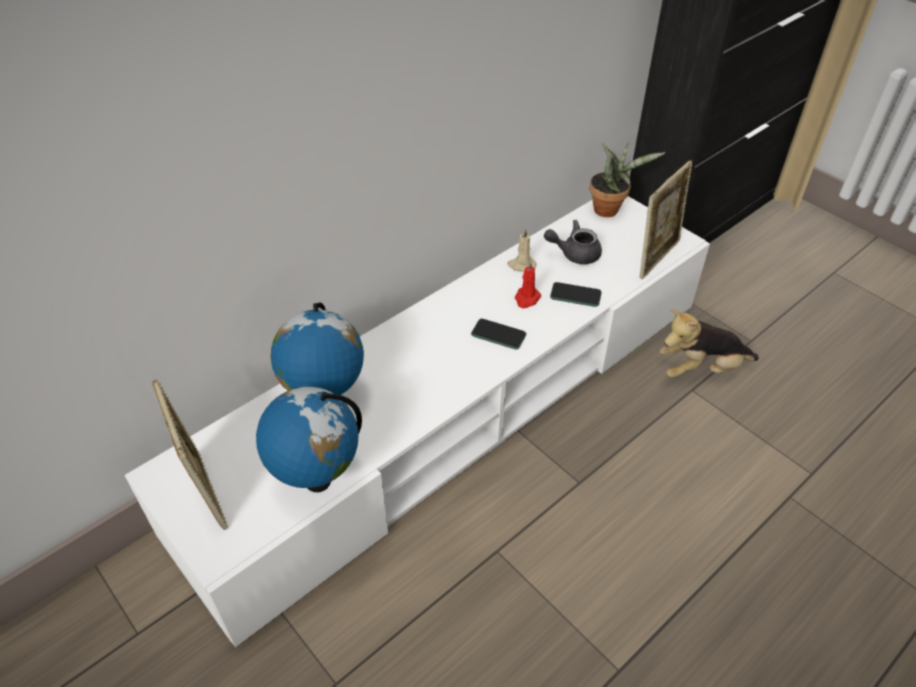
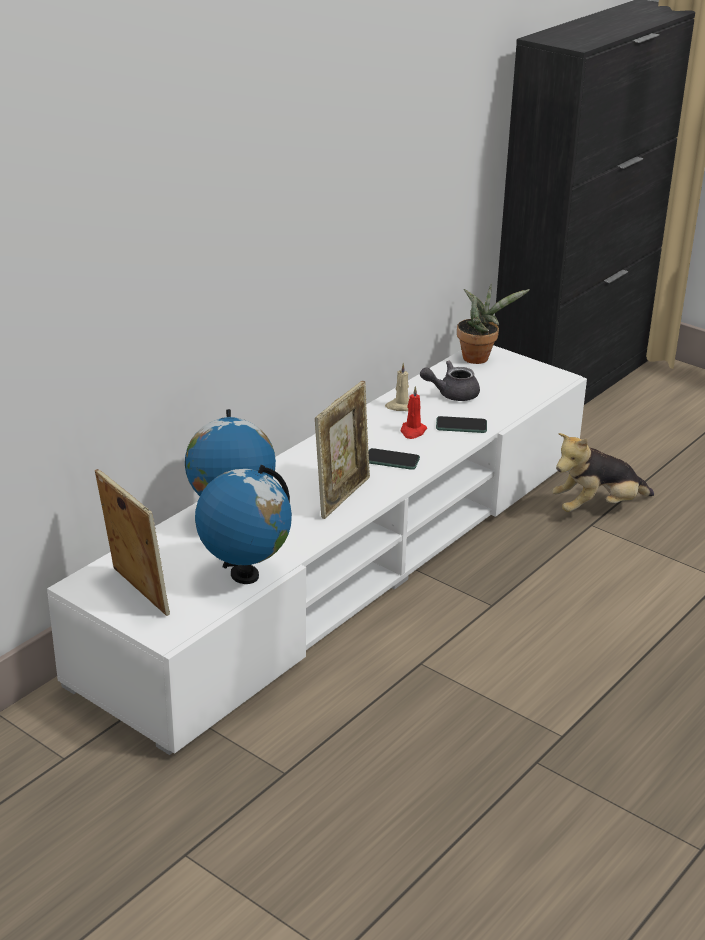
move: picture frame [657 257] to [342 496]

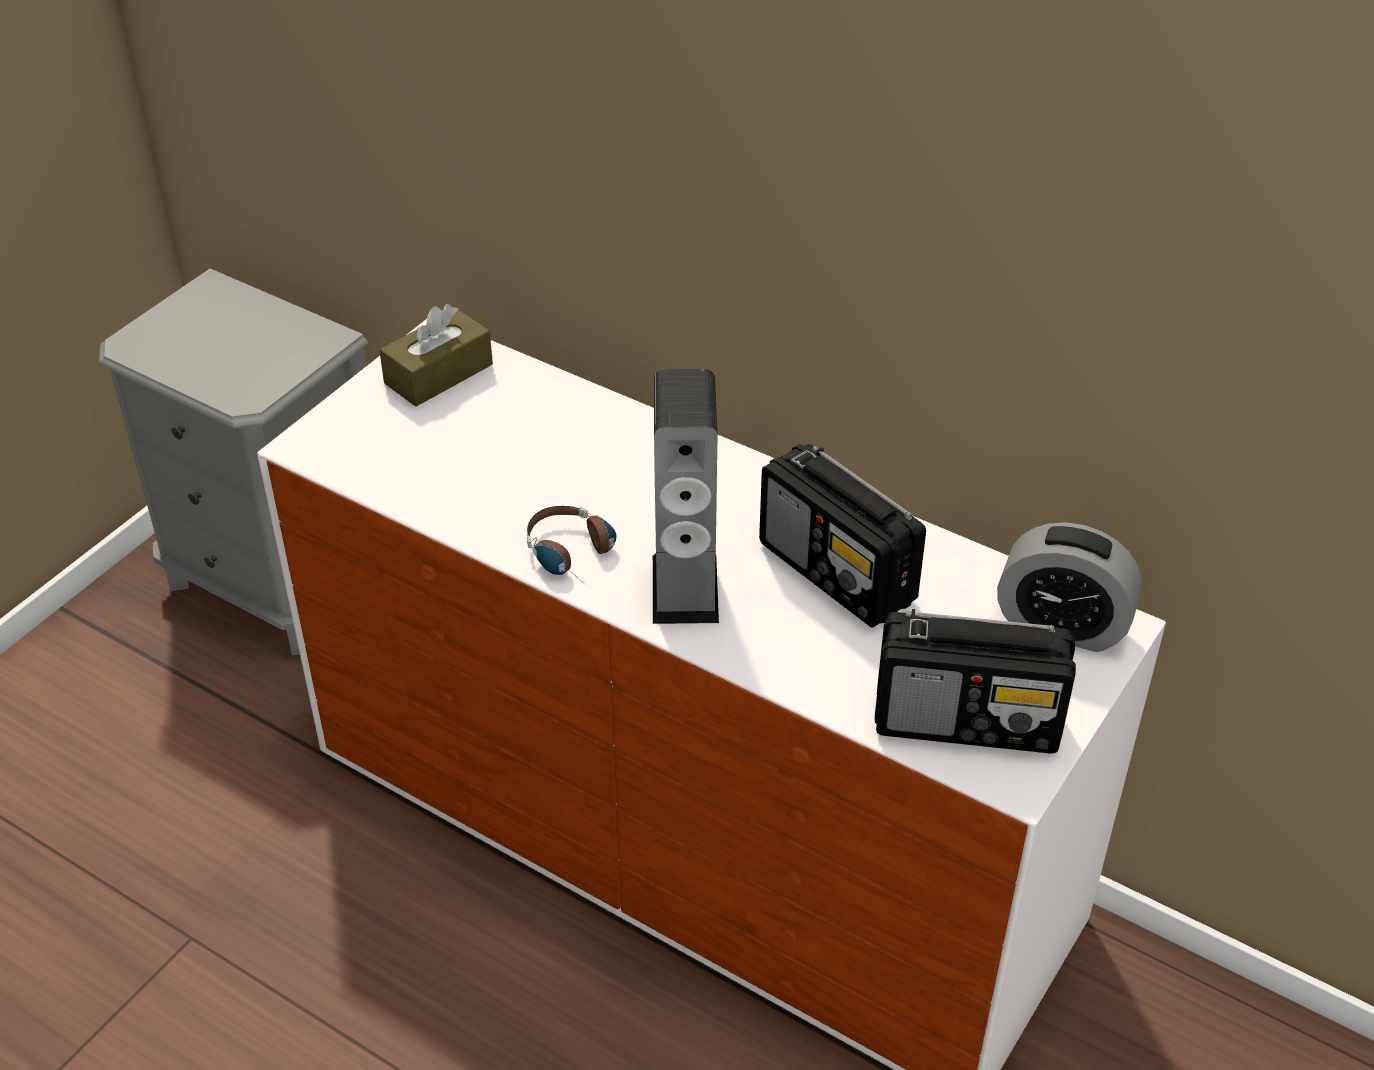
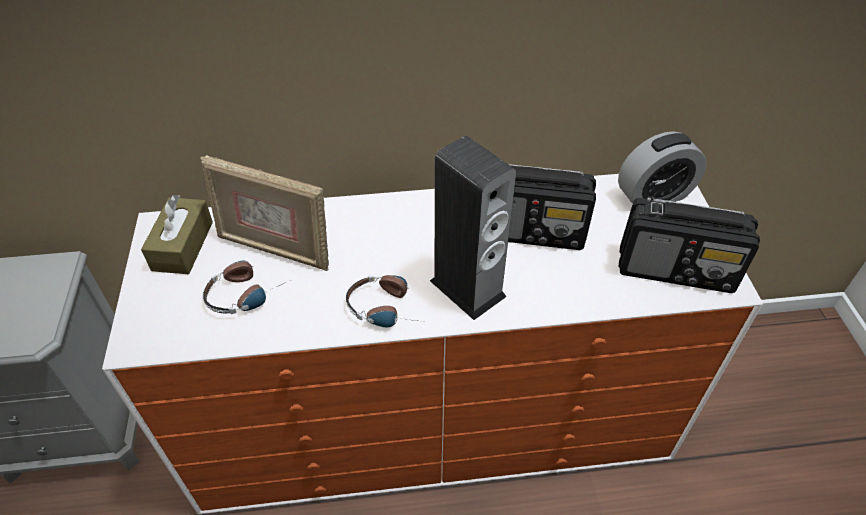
insert: picture frame [275 249]; headphones [247 292]
rotate: radio [969 722] = [676 270] 45 degrees clockwise

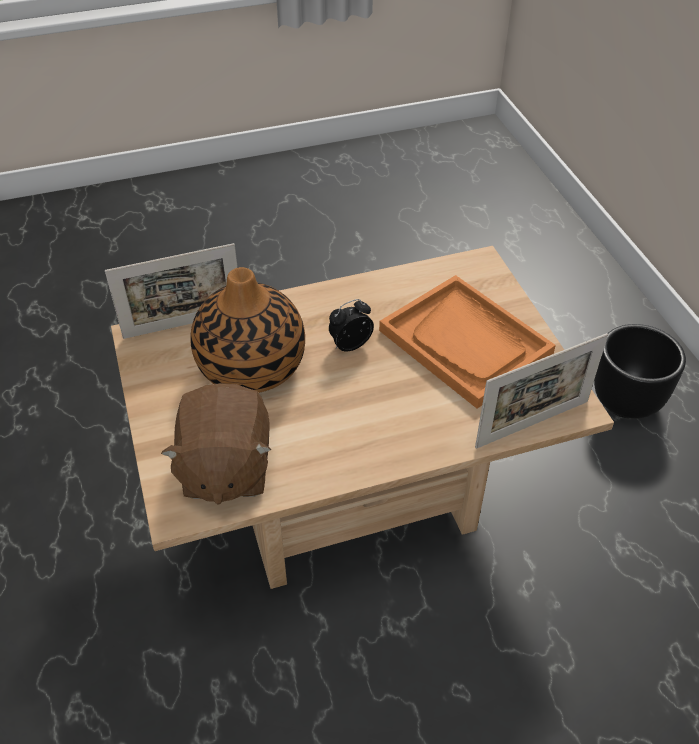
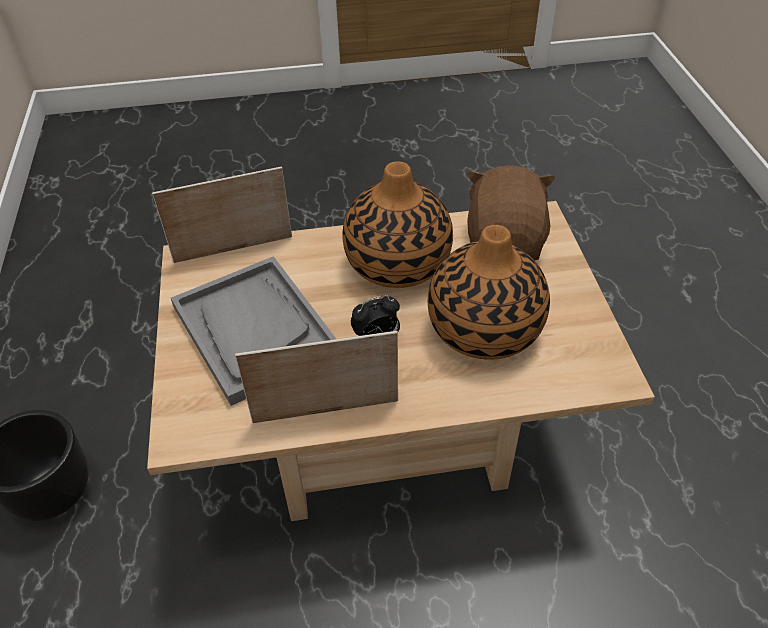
insert: vase [397 263]
move: picture frame [183 324] to [326 411]
recolor: orange tray [465 342] to grey tray [254 330]

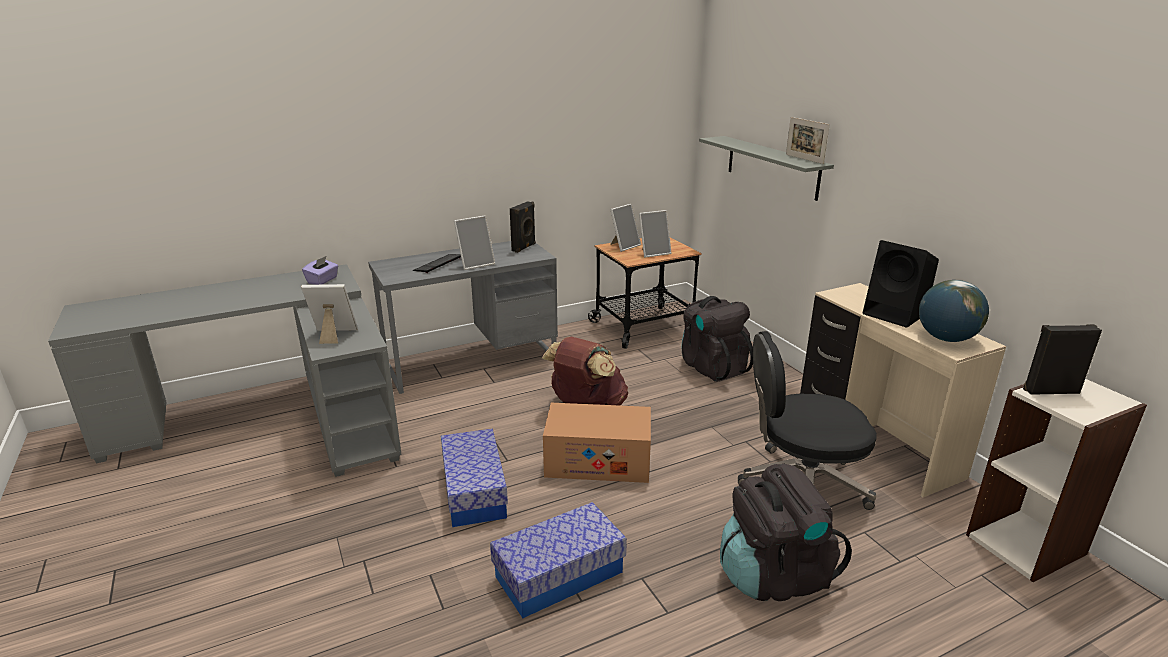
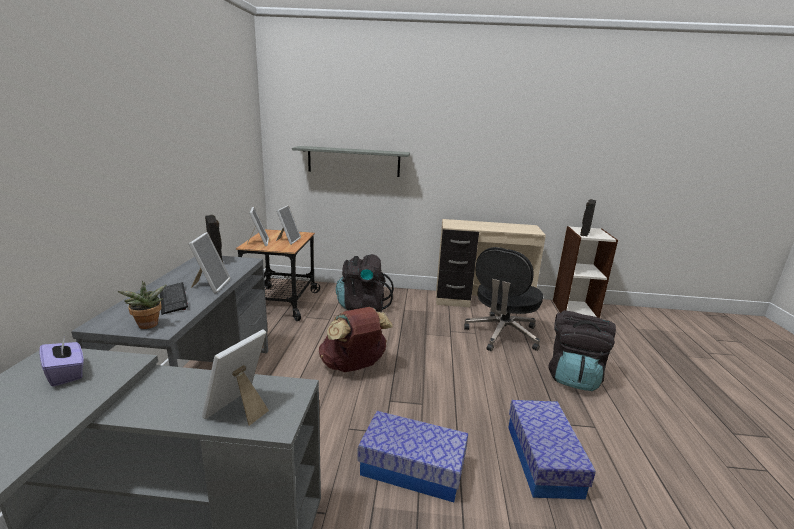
delete: cardboard box [598 461]; picture frame [804 159]; black speaker [896 314]; globe [946 339]
insert: potted plant [148 326]

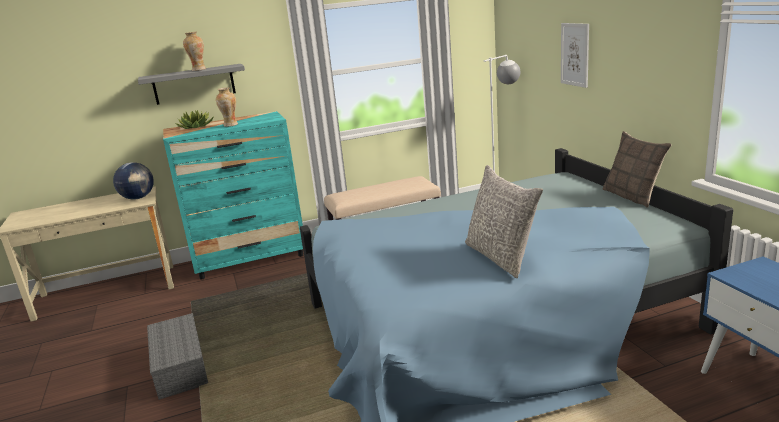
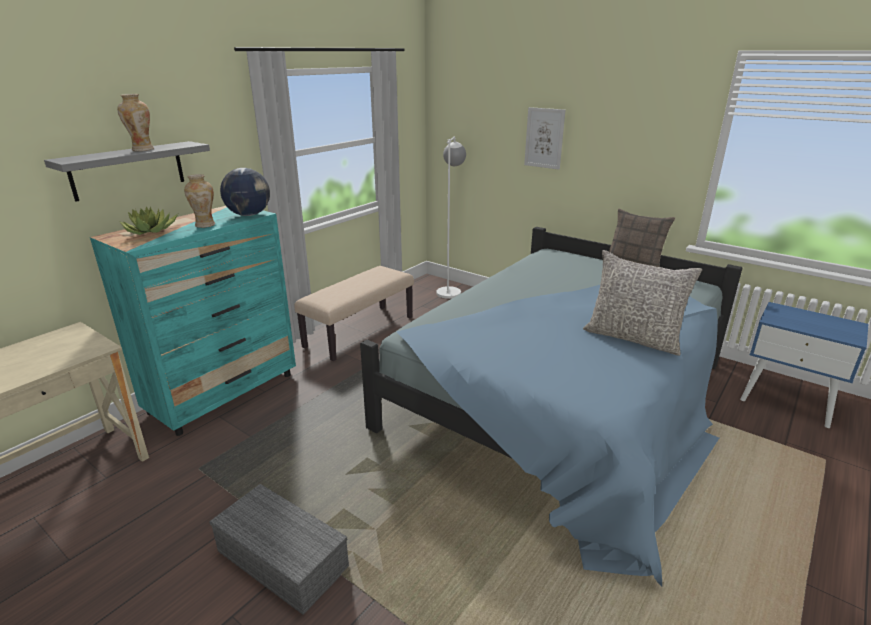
move: globe [138 198] to [249 215]

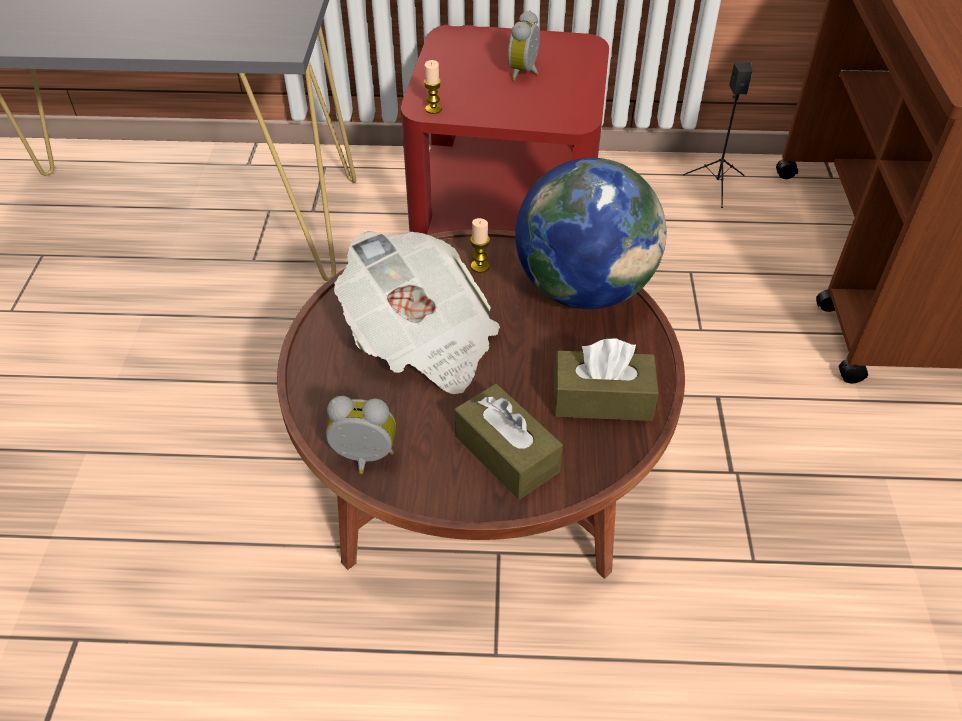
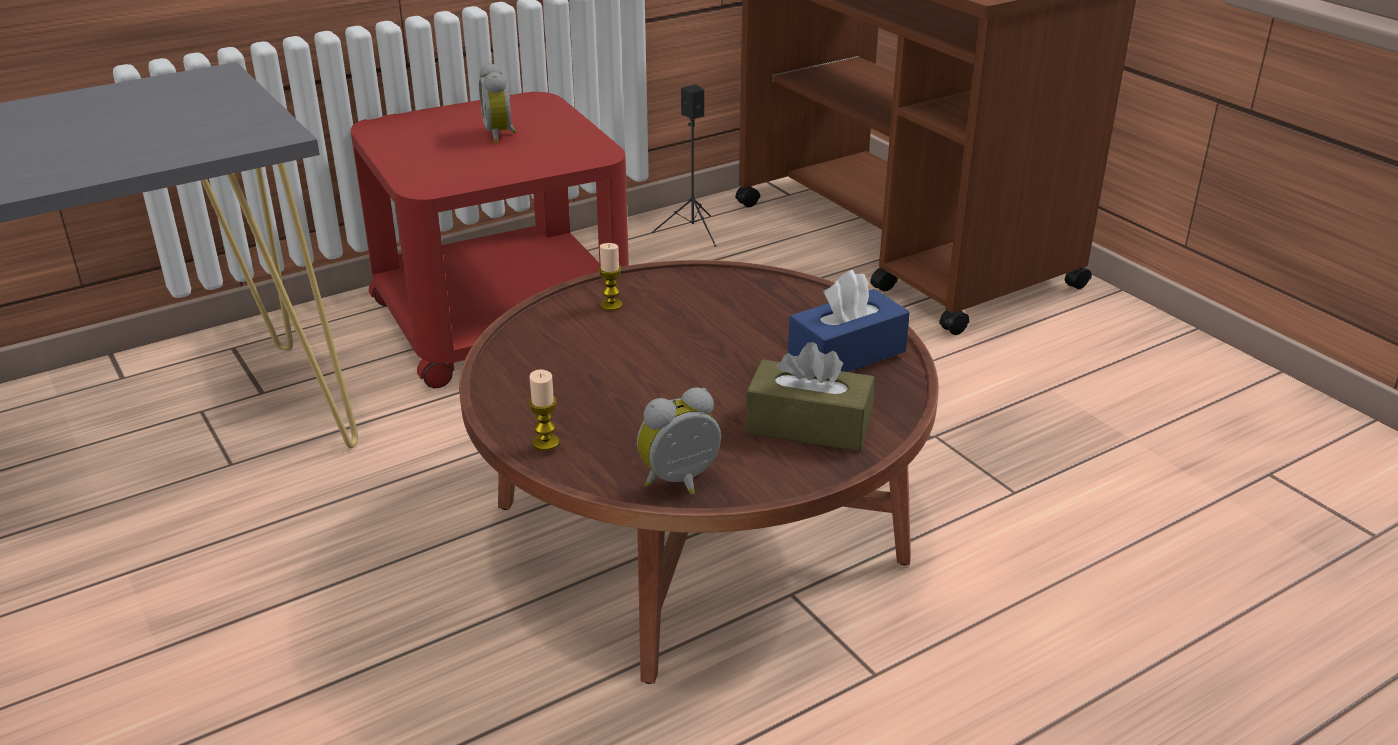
delete: newspaper [422 341]; globe [583 289]
move: candle [433 109] to [546 443]
recolor: brown tissue box [602 399] to blue tissue box [846 354]

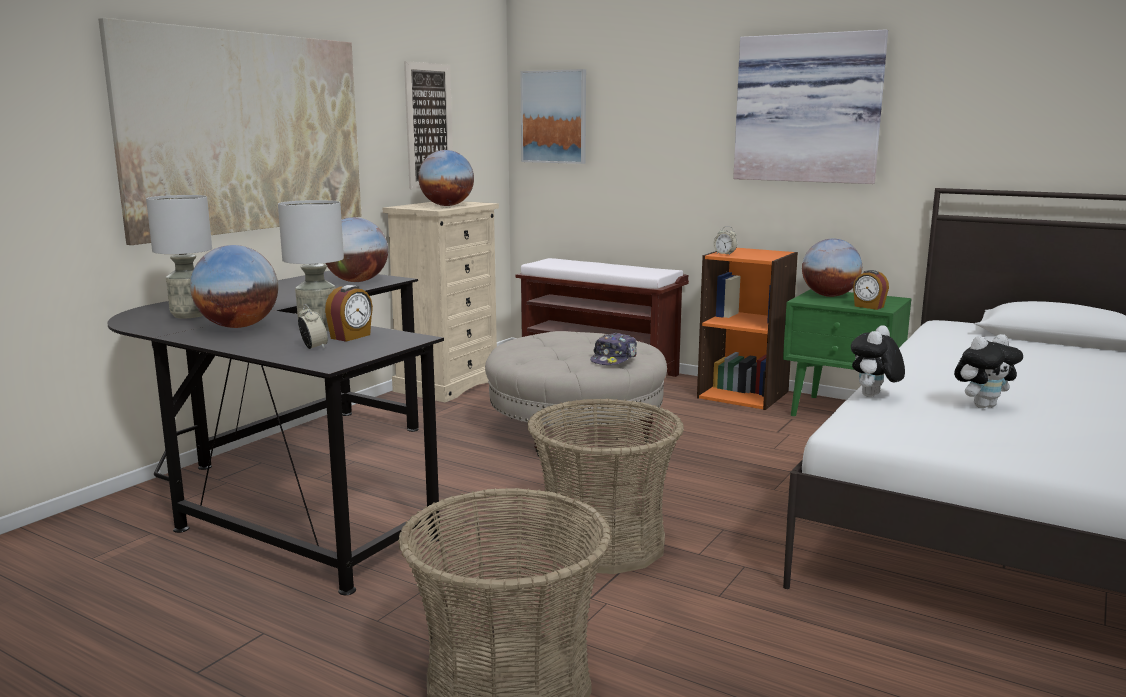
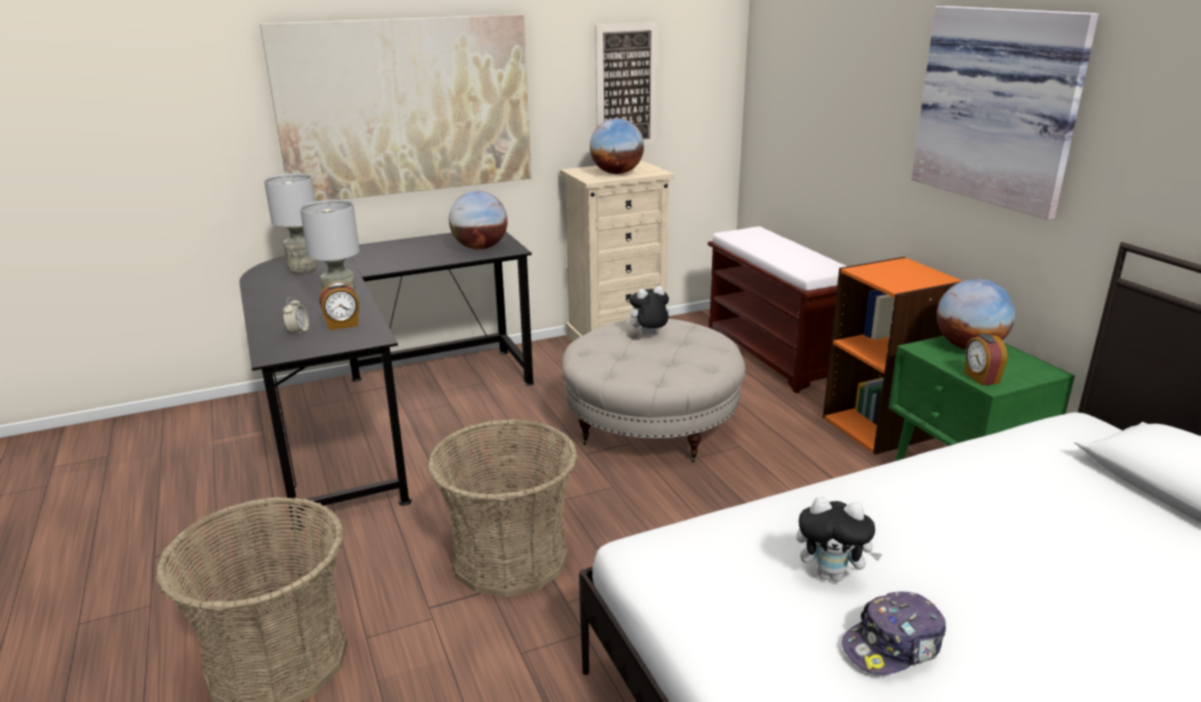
delete: globe [238 326]; picture [554 117]; alarm clock [724 254]
move: cap [614 359] to [893 646]; plush toy [873 396] to [648 335]

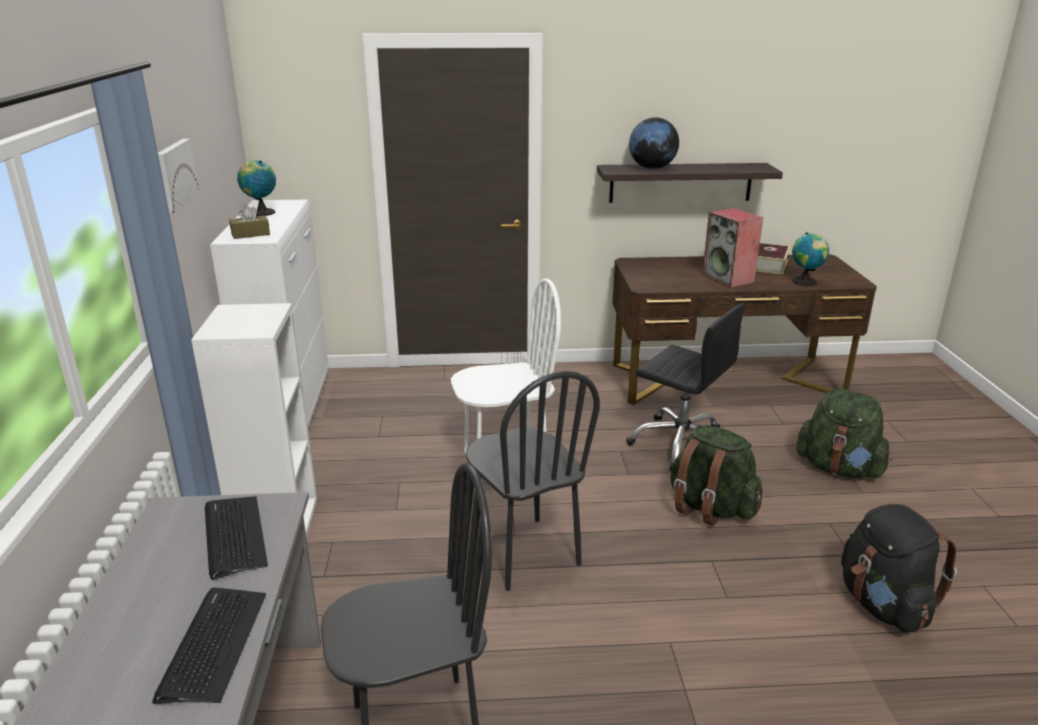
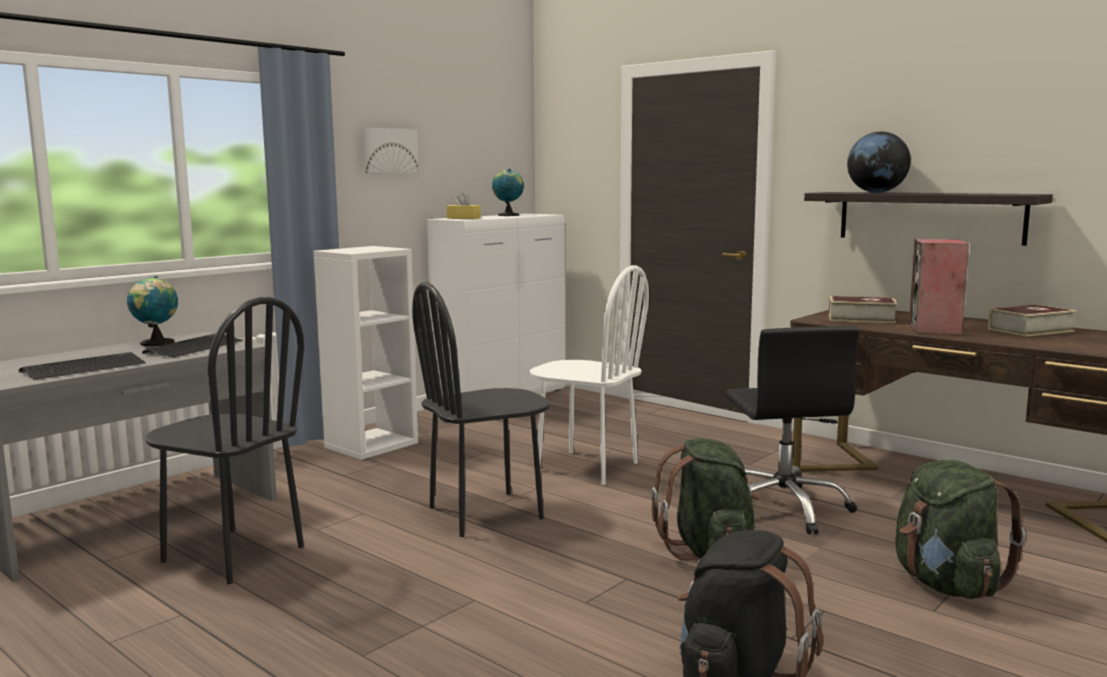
insert: book [861 318]
move: globe [806 282] to [156 343]
recolor: brown tissue box [250 234] to yellow tissue box [463 218]
rotate: black chair [524 552] = [485 513] 45 degrees clockwise

